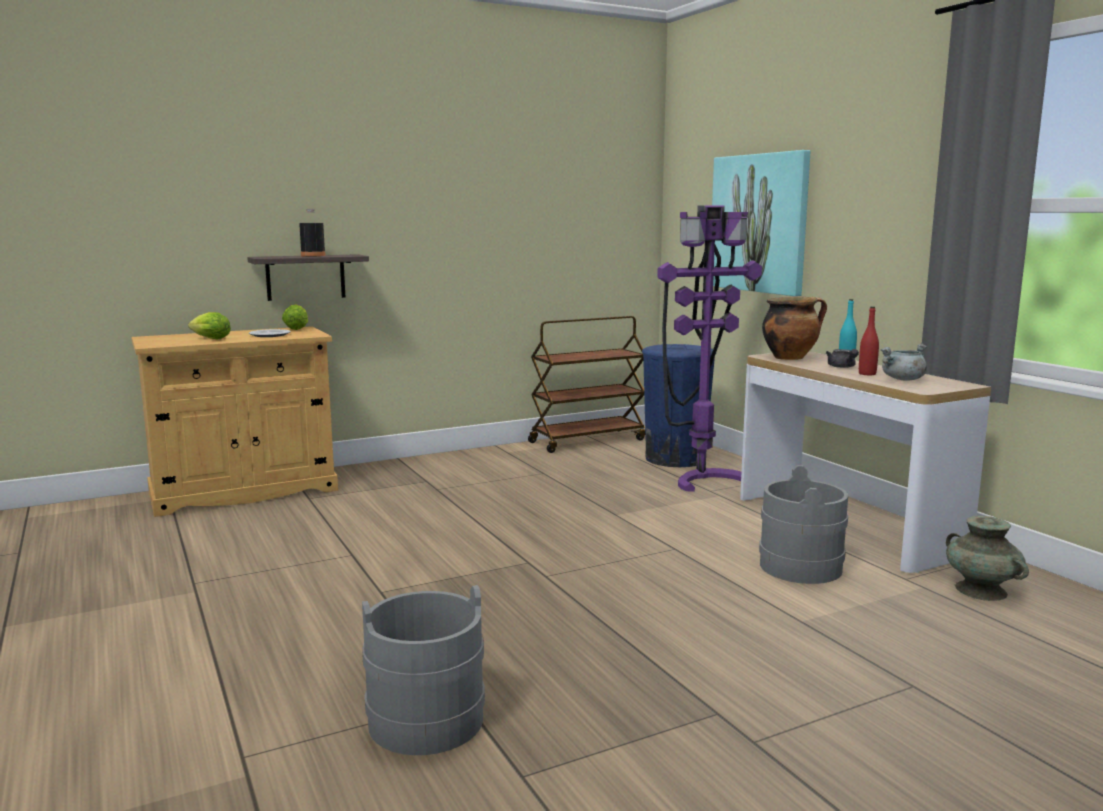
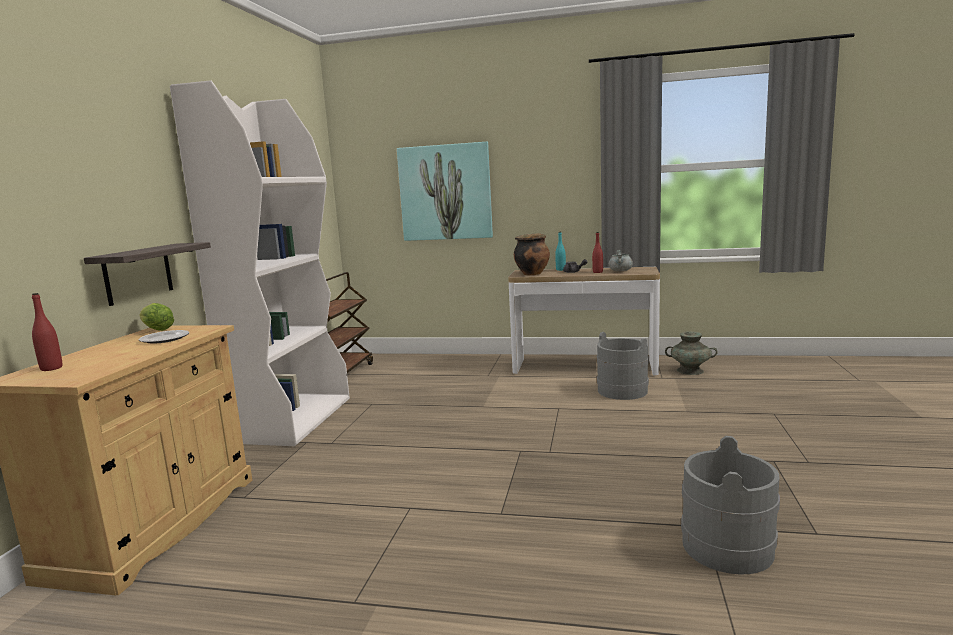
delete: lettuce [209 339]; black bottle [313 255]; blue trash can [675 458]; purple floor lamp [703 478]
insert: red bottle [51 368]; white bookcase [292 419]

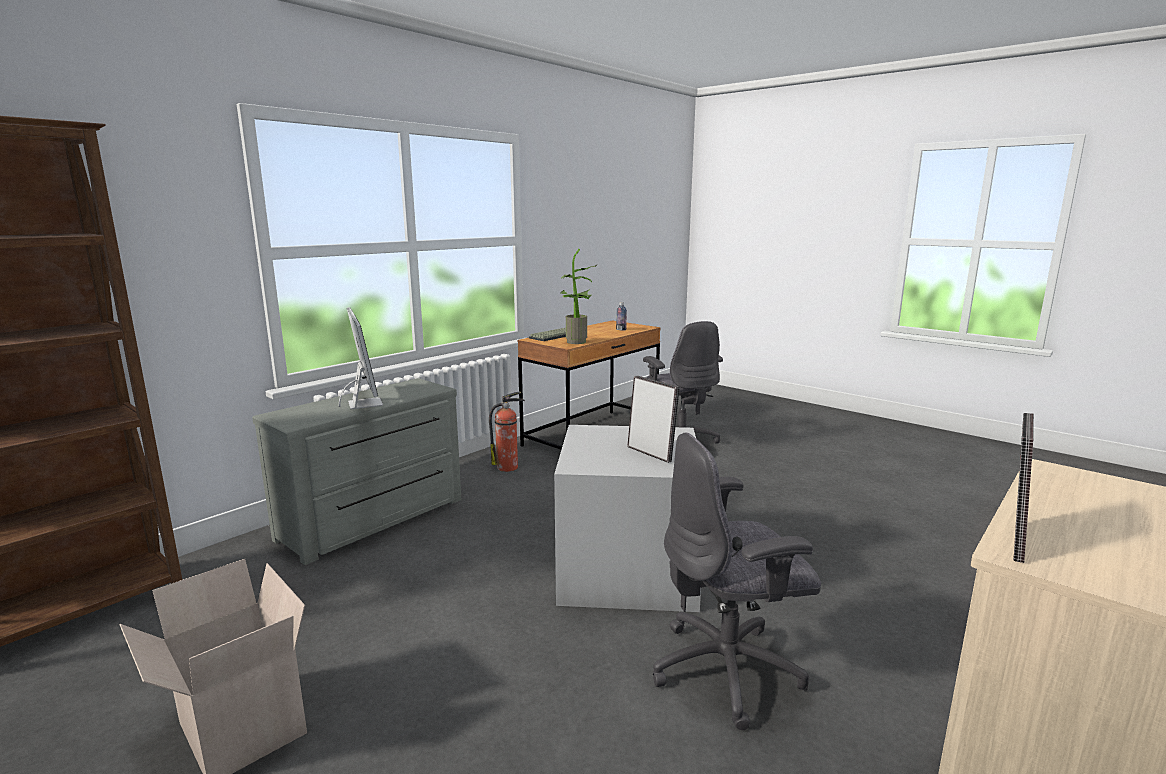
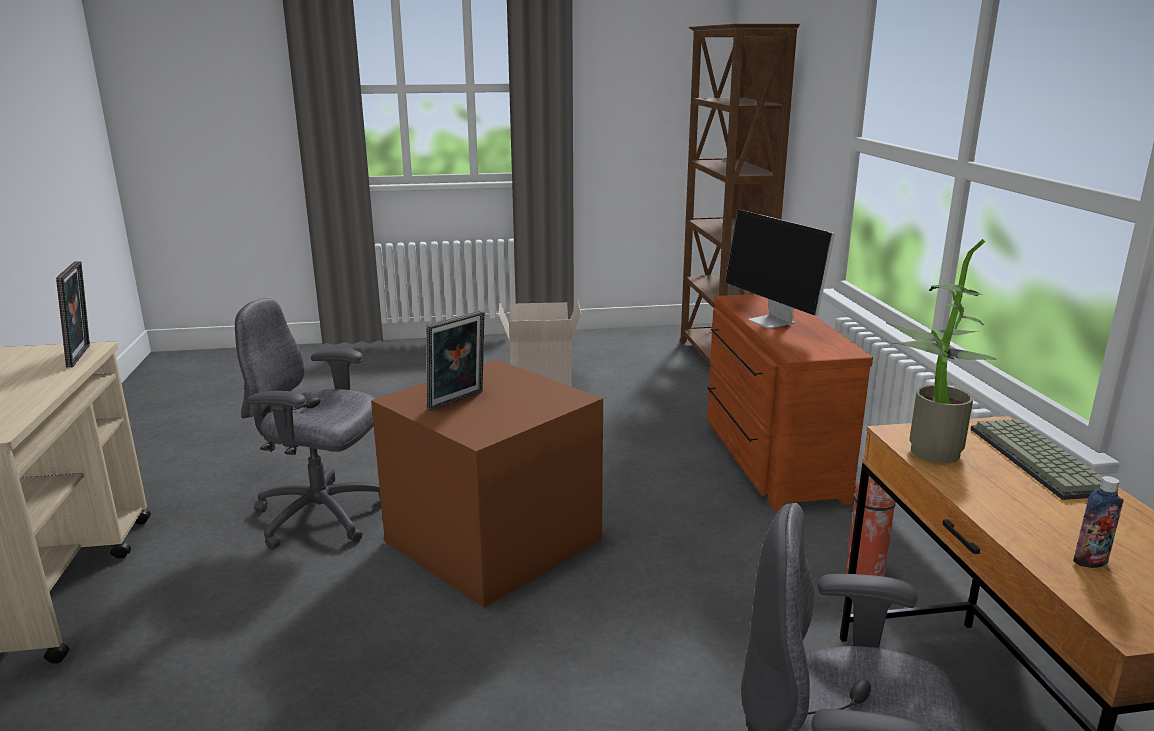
recolor: grey dresser [375 520] to brown dresser [768 458]; grey storage box [625 571] to brown storage box [493 538]
rotate: monitor [364 403] = [773 322] 45 degrees clockwise; picture frame [651 453] = [458 401] 45 degrees counterclockwise; grey office chair [728 670] = [322 516] 105 degrees counterclockwise

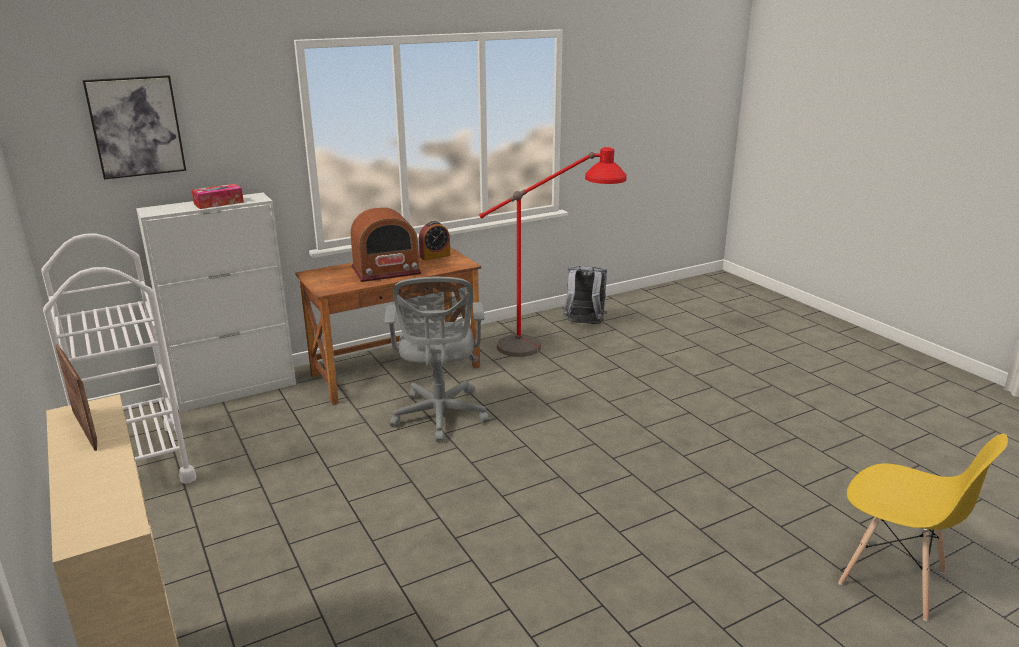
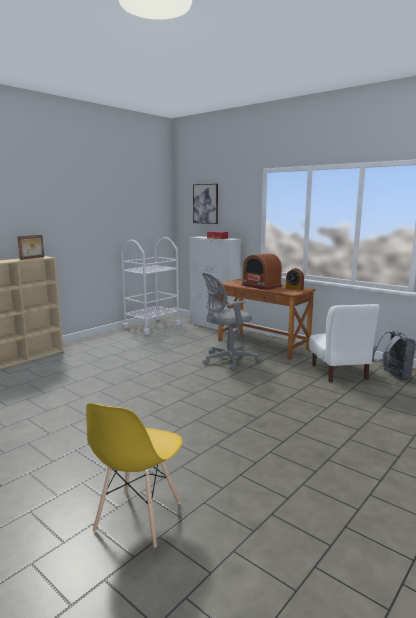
replace: red floor lamp [550 349] to white chair [339 372]

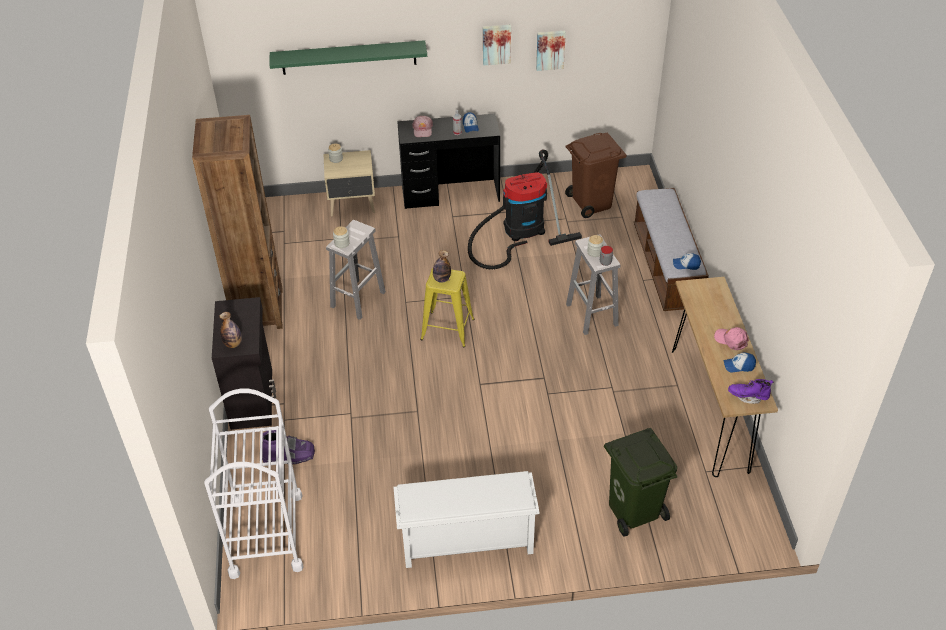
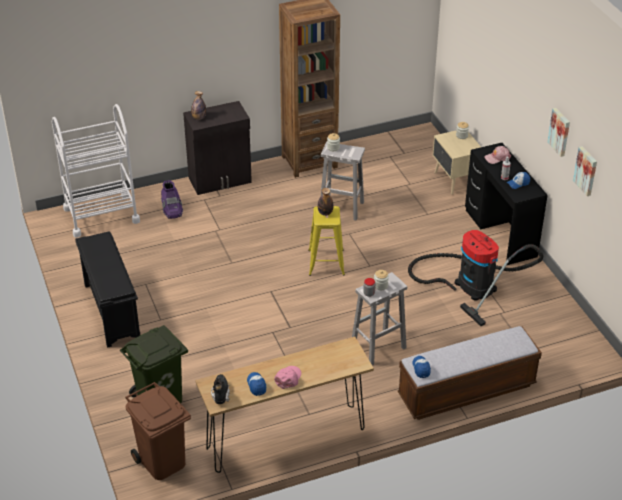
delete: green shelf [349 57]
move: brown trash can [592 203] to [162 462]
recolor: white shoe rack [466 543] to black shoe rack [111 310]; purple boot [748 396] to black boot [220 393]

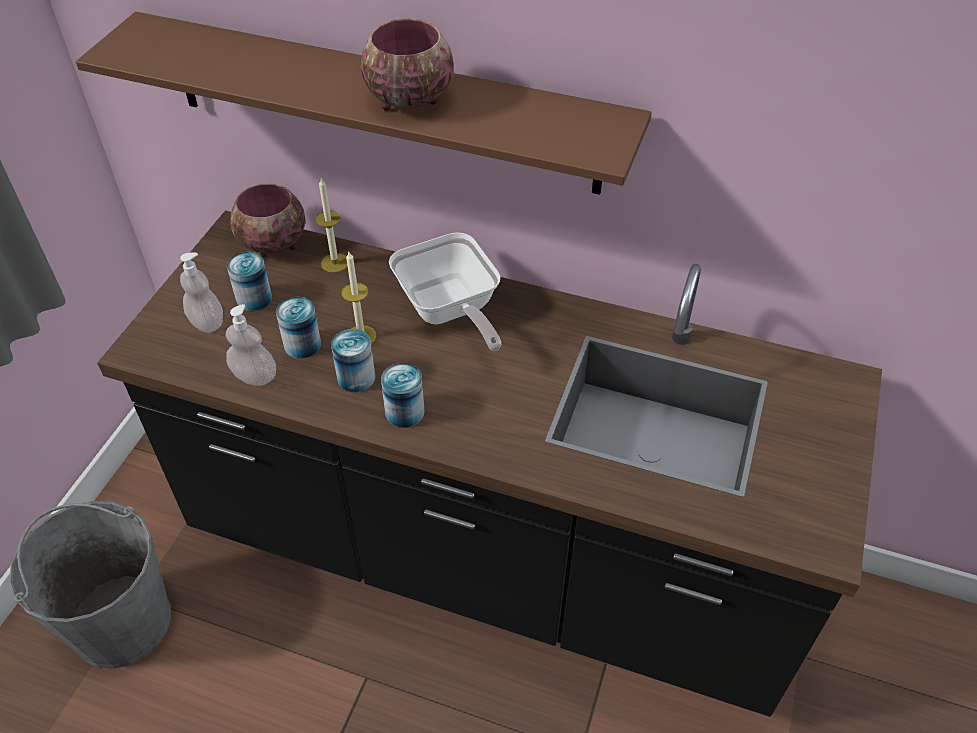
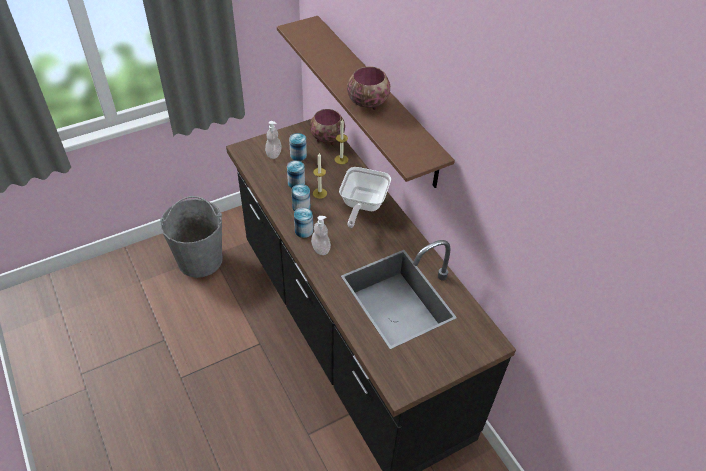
move: soap dispenser [255 376] to [321 249]

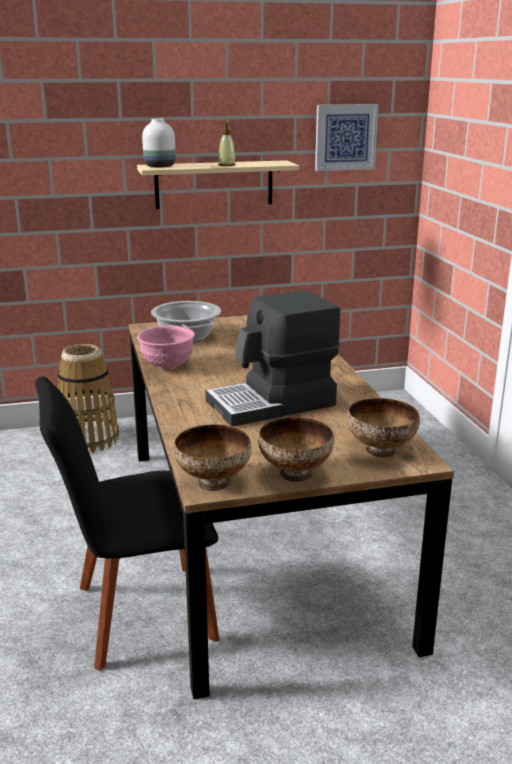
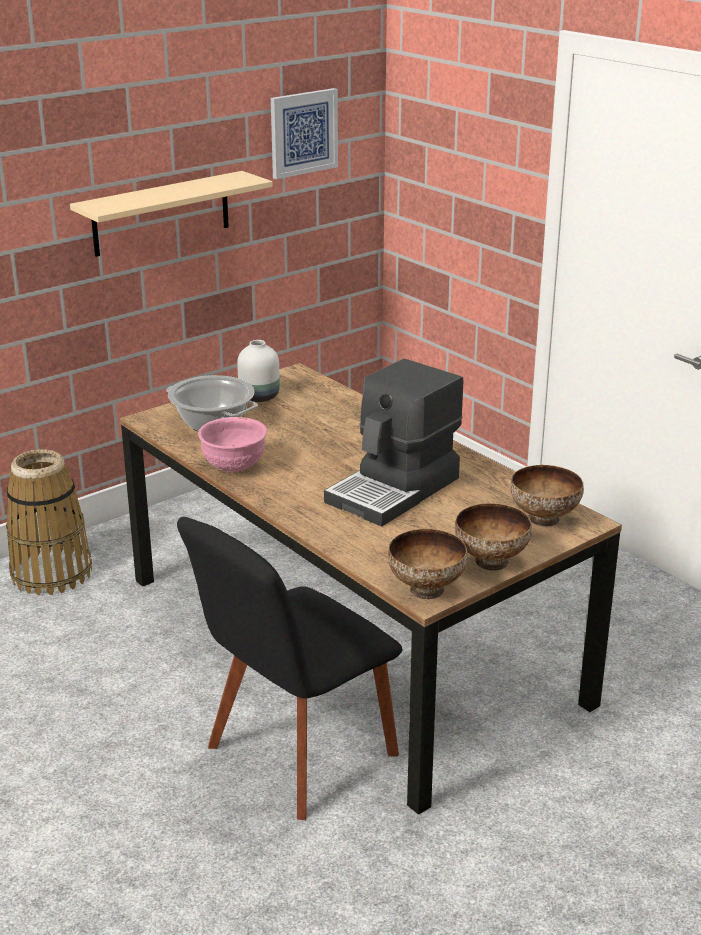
delete: soap dispenser [226 165]
move: white vase [159 166] to [258 397]

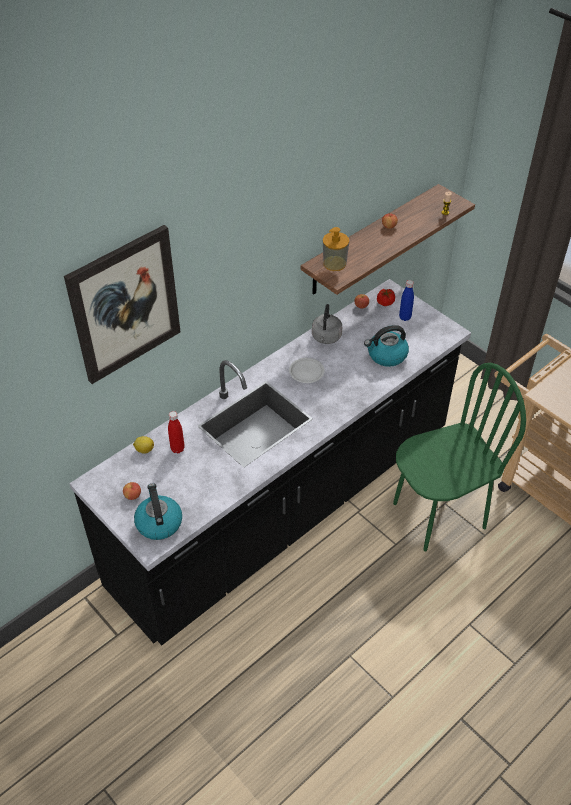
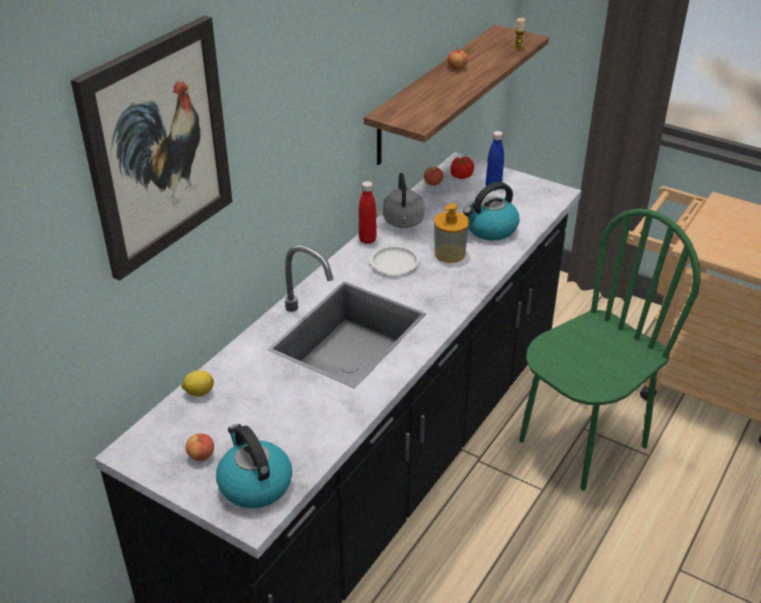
move: red bottle [177 449] to [367 240]; soap dispenser [334 263] to [449 253]

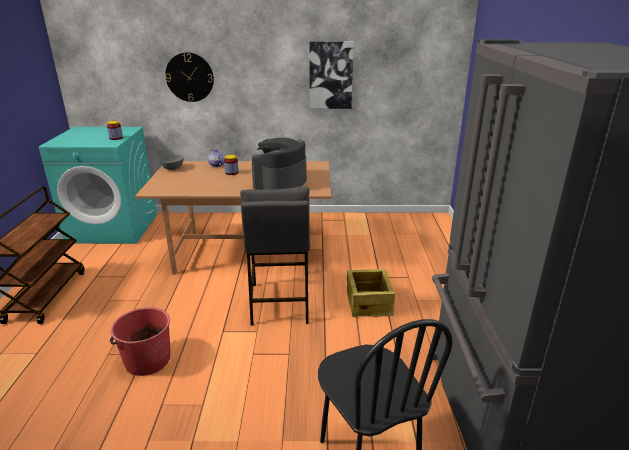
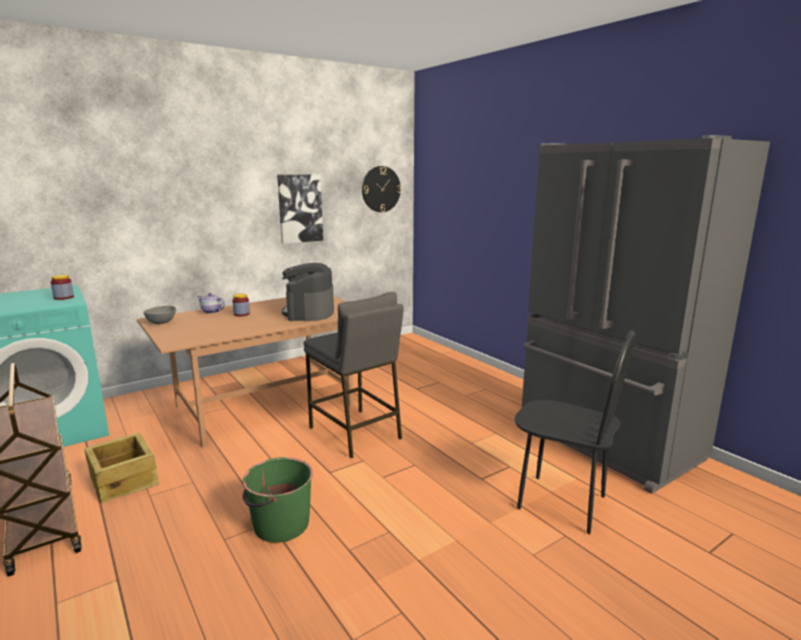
move: wall clock [189 77] to [381 189]; crate [369 303] to [124 480]
recolor: red bucket [147 360] to green bucket [280 525]

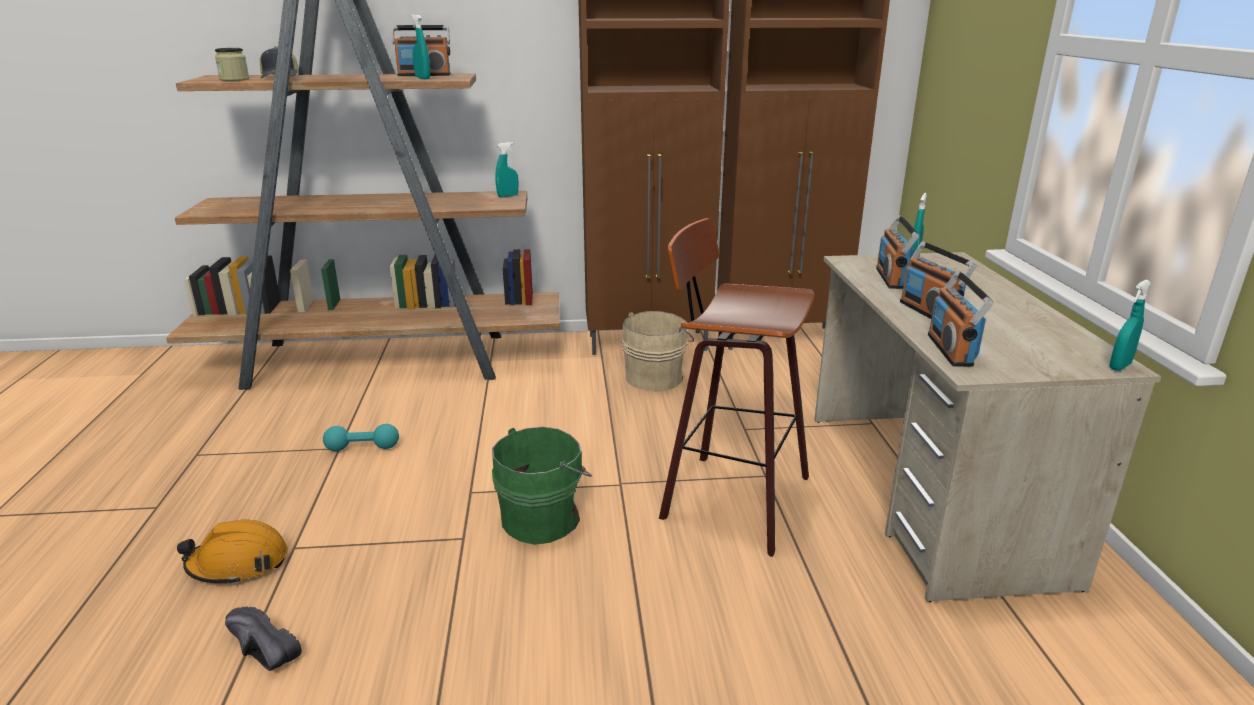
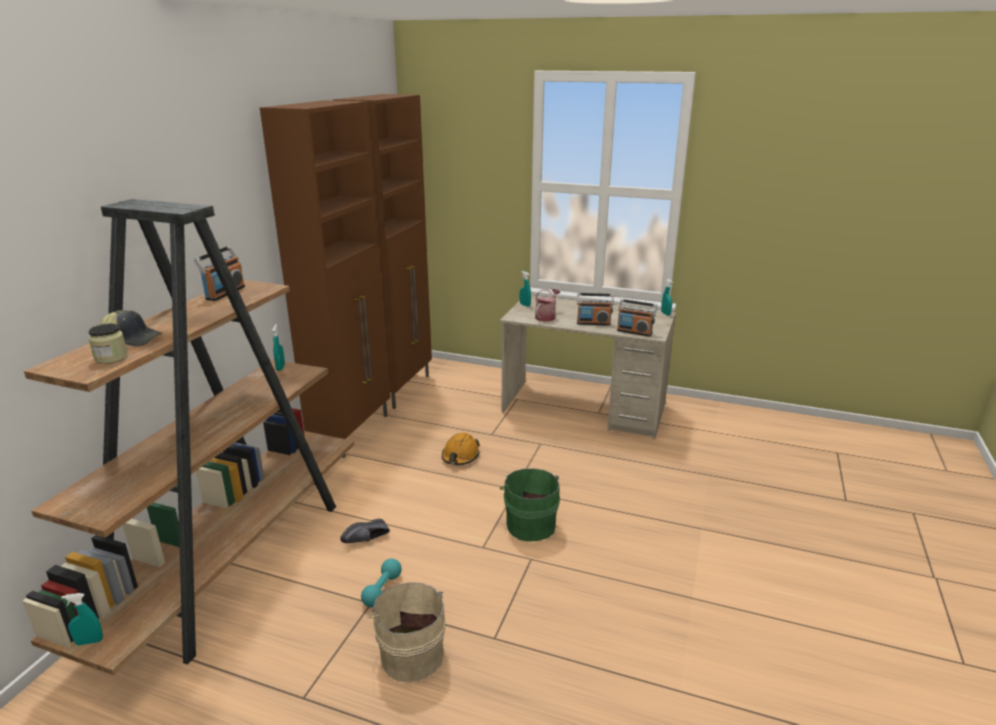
delete: stool [730 498]
move: orange hard hat [238 563] to [460 456]; black shoe [258 653] to [367 540]; turquoise spray bottle [422 78] to [89 641]; beige bucket [656 377] to [411 653]
replace: radio [891 278] to watering can [546 316]

